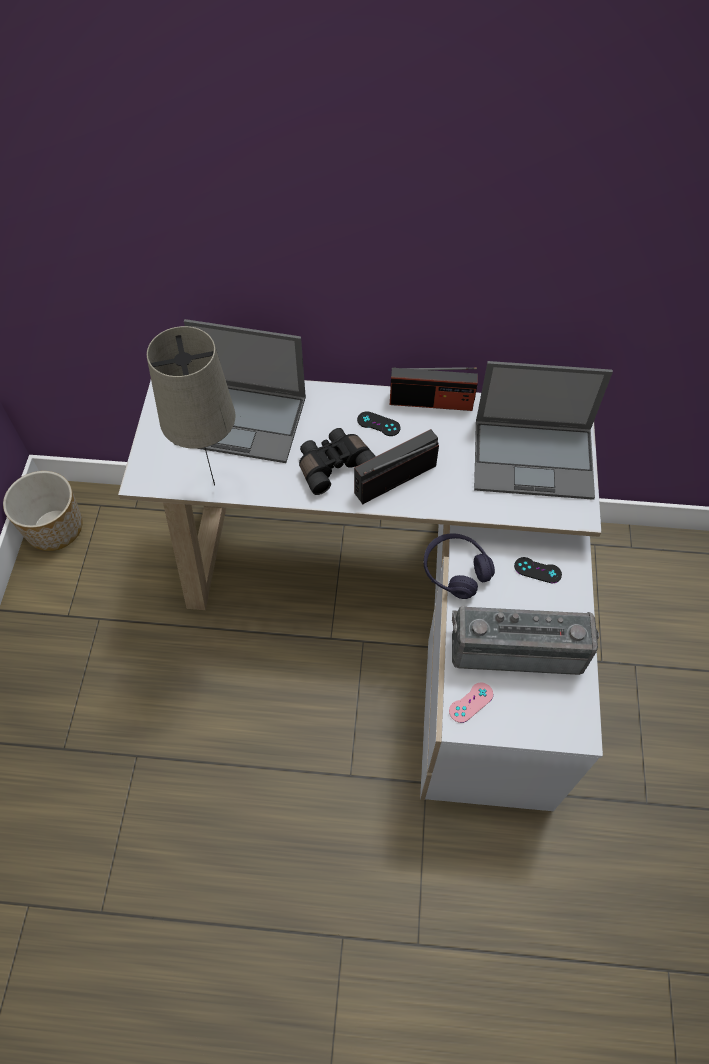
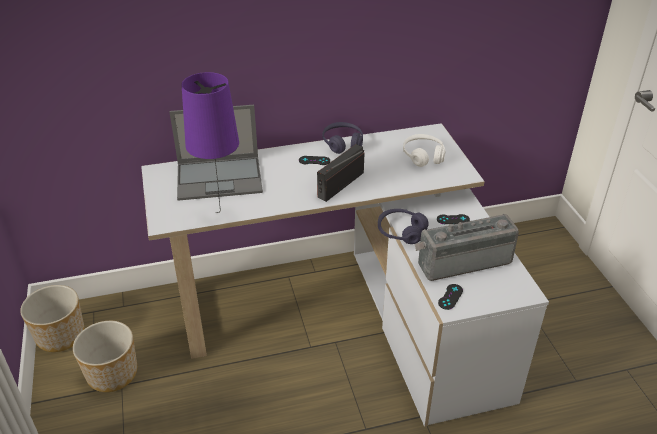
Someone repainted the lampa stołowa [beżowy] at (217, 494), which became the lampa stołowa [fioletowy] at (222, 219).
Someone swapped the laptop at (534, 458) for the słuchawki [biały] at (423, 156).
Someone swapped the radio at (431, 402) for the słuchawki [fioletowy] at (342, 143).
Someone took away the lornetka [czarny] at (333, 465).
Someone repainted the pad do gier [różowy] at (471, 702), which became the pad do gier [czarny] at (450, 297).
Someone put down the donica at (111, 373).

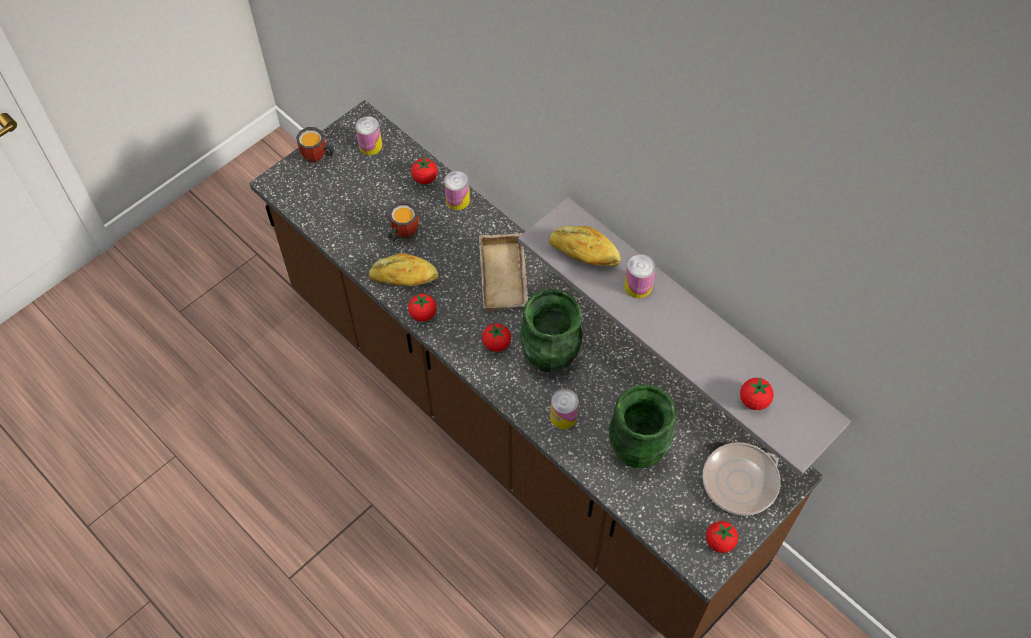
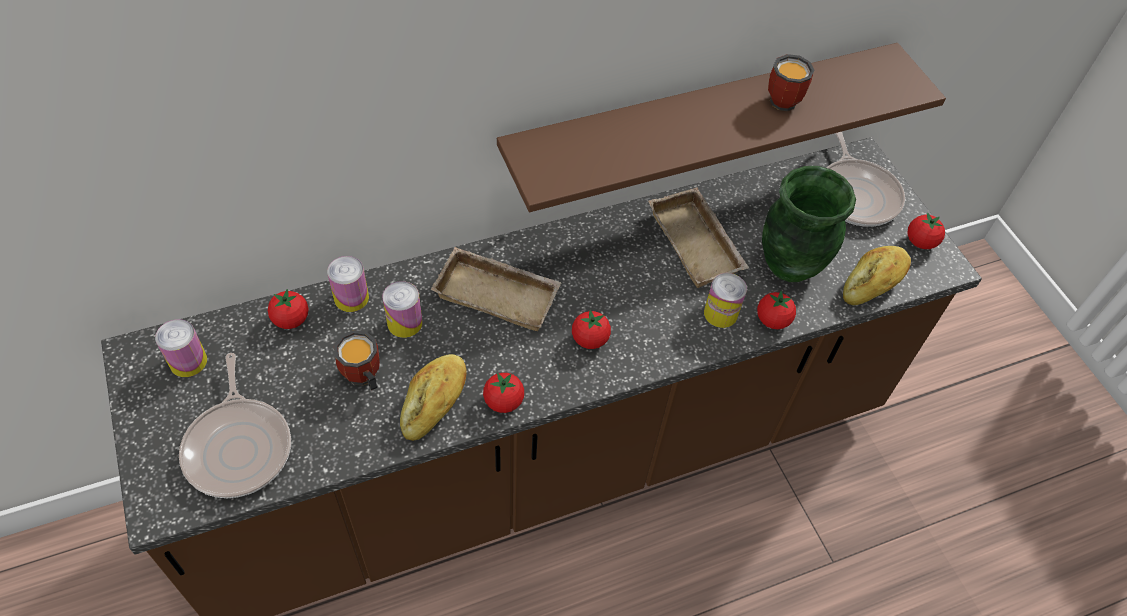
Someone carried the kubek from (317, 158) to (788, 100).
Someone repainted the półka [szary] at (696, 321), which became the półka [brązowy] at (701, 120).
Someone carried the chleb from (584, 253) to (873, 282).
Someone carried the puszka from (638, 286) to (404, 323).
Someone took away the wazon [zielony] at (550, 358).
Someone carried the pomidor from (754, 400) to (772, 320).
Someone put down the taca [beżowy] at (698, 243).
Someone put down the patelnia at (239, 446).

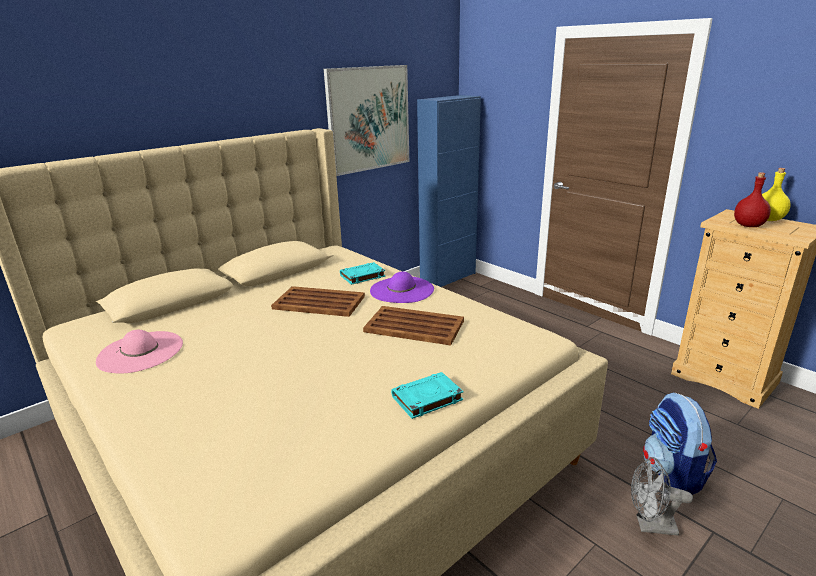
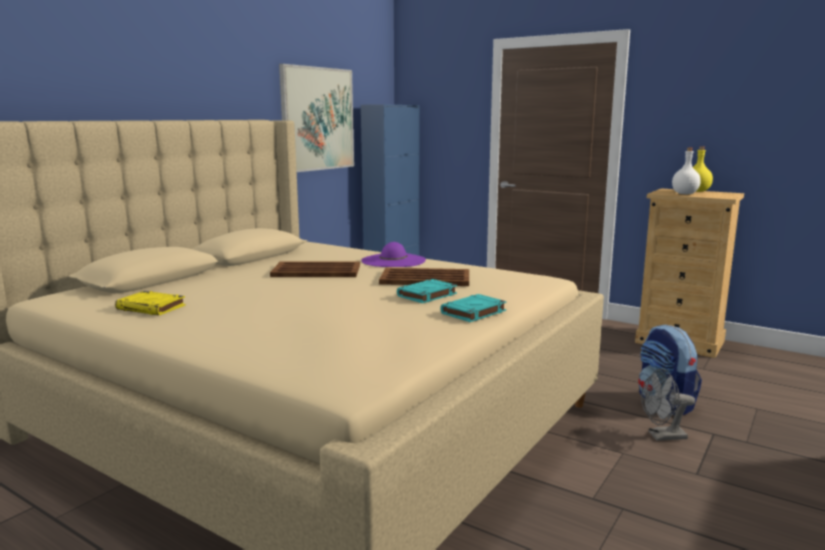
Someone repainted the butelka [czerwony] at (748, 226), which became the butelka [biały] at (684, 194).
Someone carried the książka [turkusowy] from (362, 276) to (427, 295).
Someone swapped the kapelusz [różowy] at (140, 352) for the książka [żółty] at (152, 308).

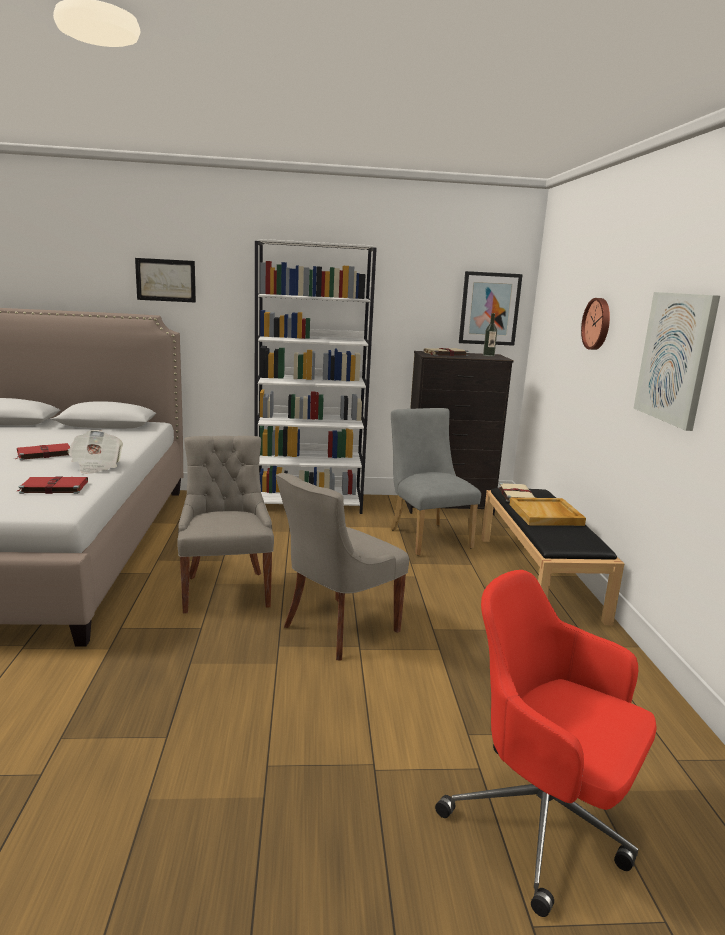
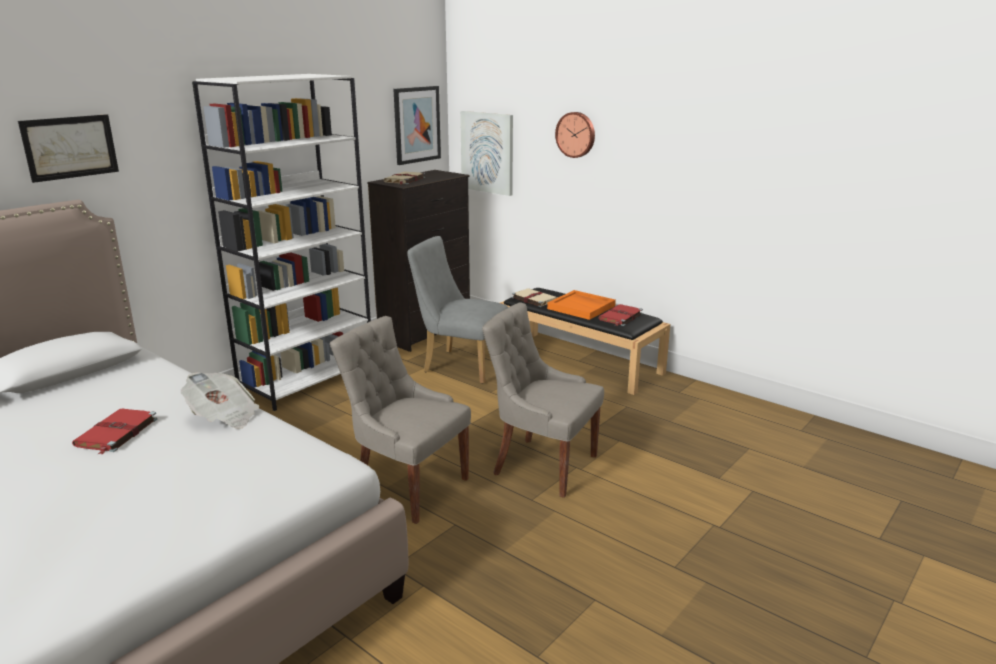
Someone carried the obraz from (675, 358) to (487, 152).
Someone took away the butelka at (488, 355).
Someone rotated the krzesło [szary] at (337, 629) by 120 degrees clockwise.
Someone carried the książka [czerwony] from (53, 487) to (620, 317).
Someone repainted the taca [beżowy] at (546, 515), which became the taca [pomarańczowy] at (582, 307).
Someone took away the krzesło biurowe [czerwony] at (543, 822).

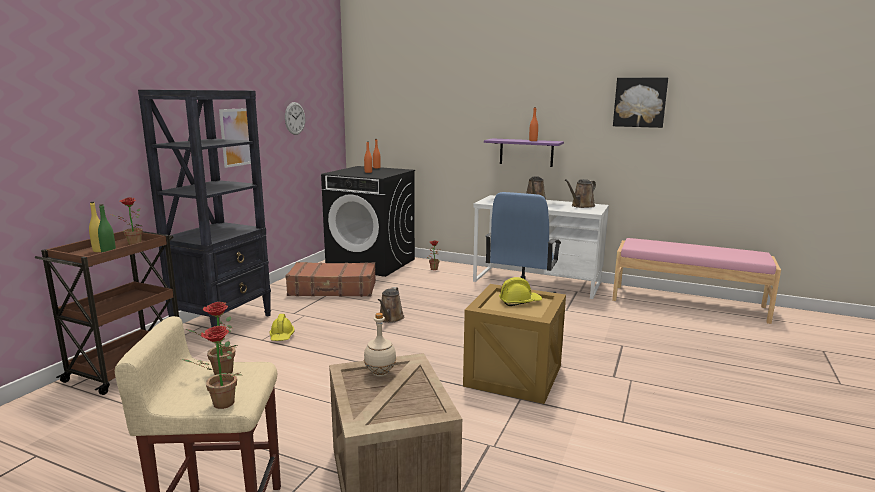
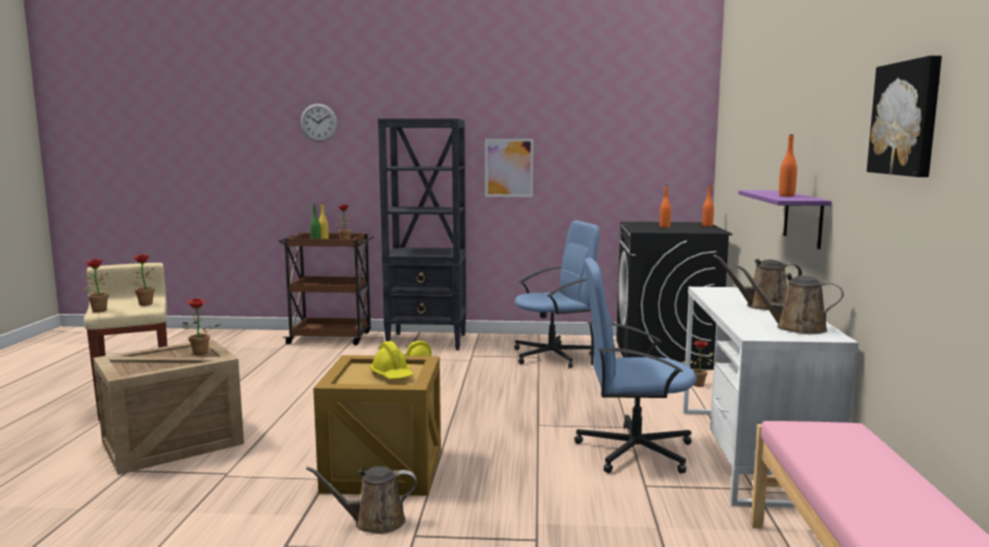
Someone carried the zegar ścienny from (295, 118) to (318, 122).
Someone swapped the walizka [brązowy] at (333, 289) for the krzesło biurowe [niebieski] at (553, 356).
Someone carried the konewka [brązowy] from (390, 318) to (374, 522).
Someone swapped the butelka [beżowy] at (380, 373) for the roślina doniczkowa at (199, 354).

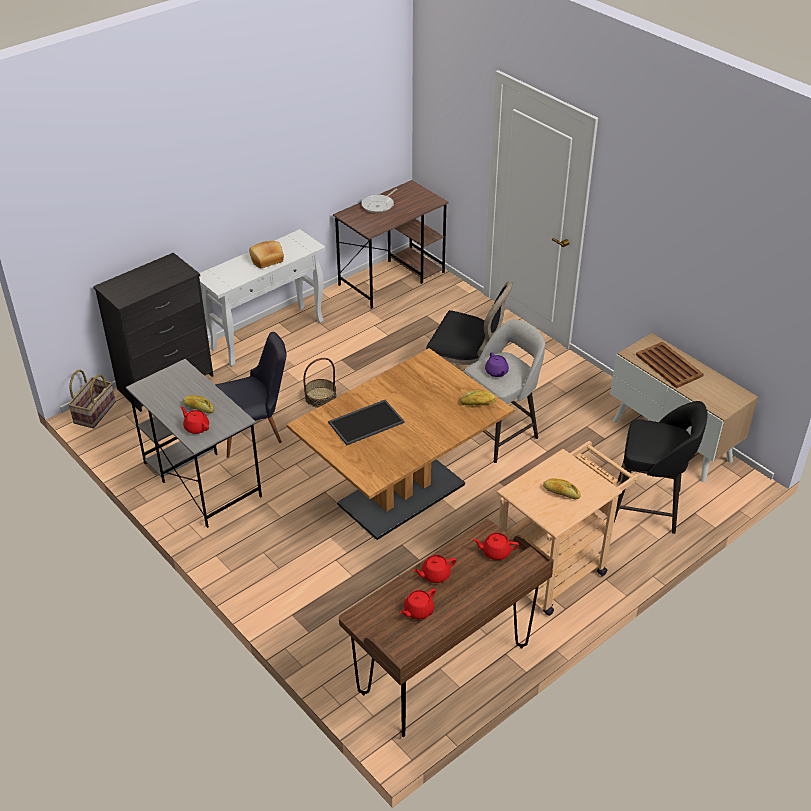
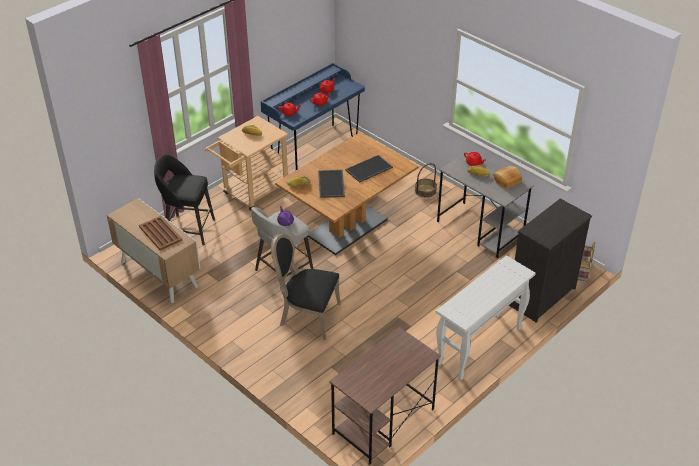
Someone took away the patelnia at (379, 205).
Someone carried the chleb from (267, 260) to (506, 180).
Someone took away the krzesło [czarny] at (255, 432).
Someone carried the koszyk from (320, 397) to (425, 191).
Someone repainted the biurko [brązowy] at (444, 671), which became the biurko [niebieski] at (315, 148).
Someone put down the taca at (332, 184).

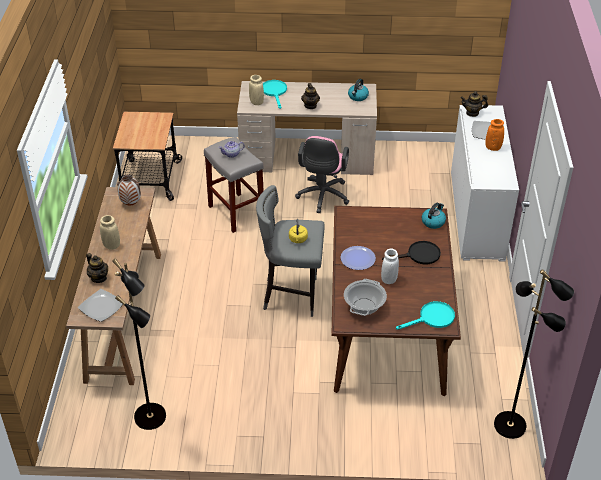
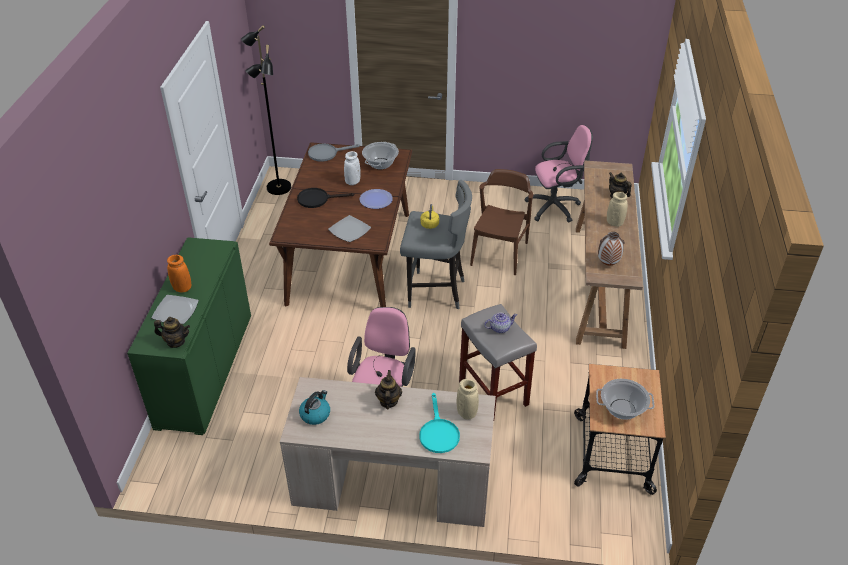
Someone repainted the szafka [biały] at (476, 215), which became the szafka [zielony] at (205, 370).
Someone took away the czajnik at (433, 222).
Someone swapped the lampa stojąca [czarny] at (151, 417) for the krzesło biurowe [różowy] at (556, 207).
Someone carried the talerz from (102, 307) to (349, 230).
Someone repainted the patelnia [turkusowy] at (432, 318), which became the patelnia [szary] at (327, 153).
Someone put down the krzesło [brązowy] at (499, 253).
Someone put down the garnek at (622, 409).

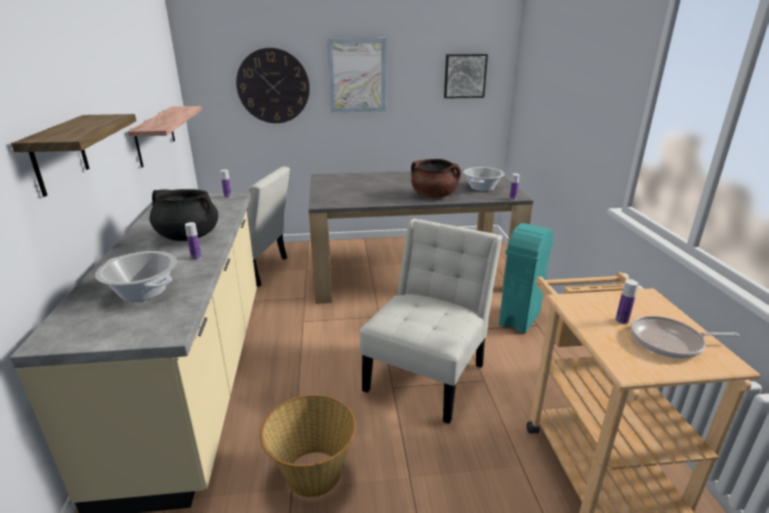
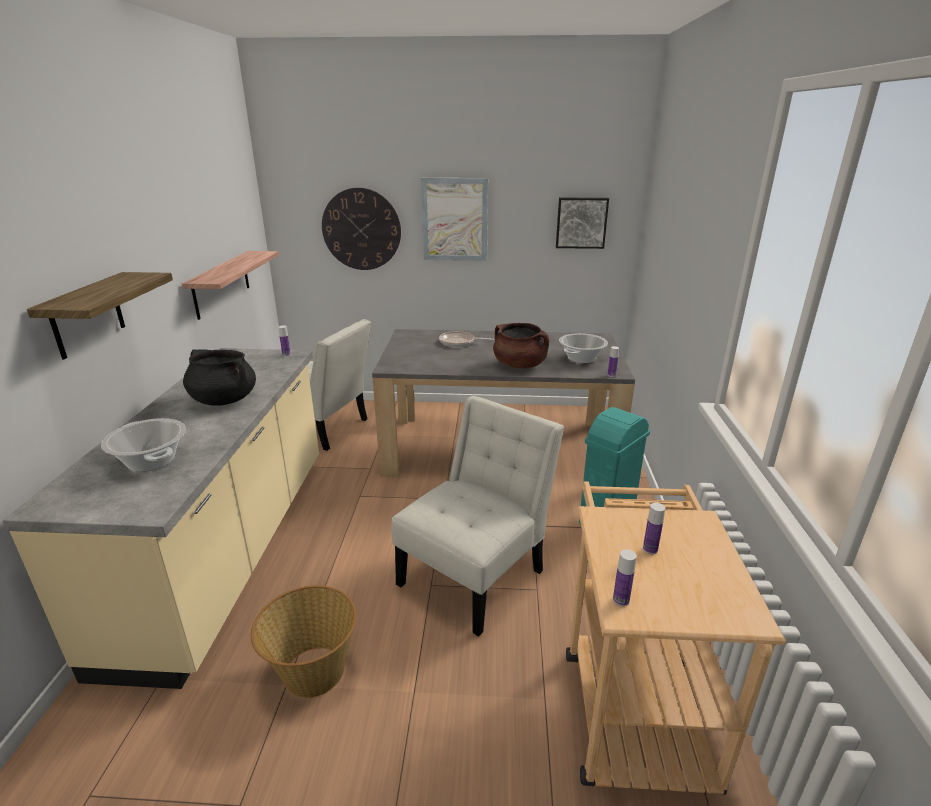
Someone carried the butelka from (196, 257) to (621, 600).
Someone carried the patelnia from (670, 342) to (459, 342).

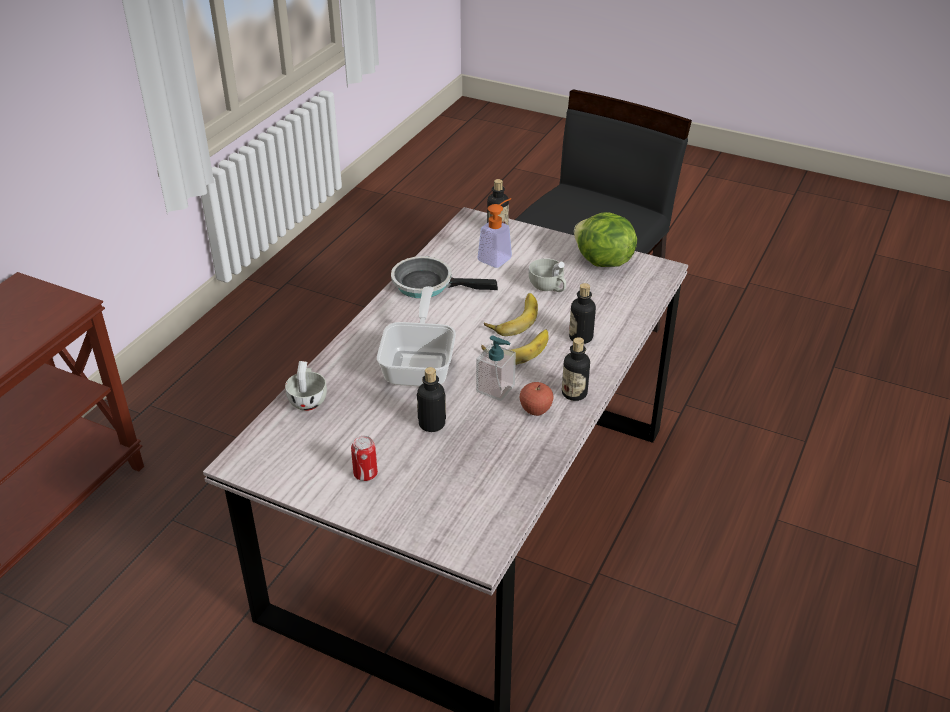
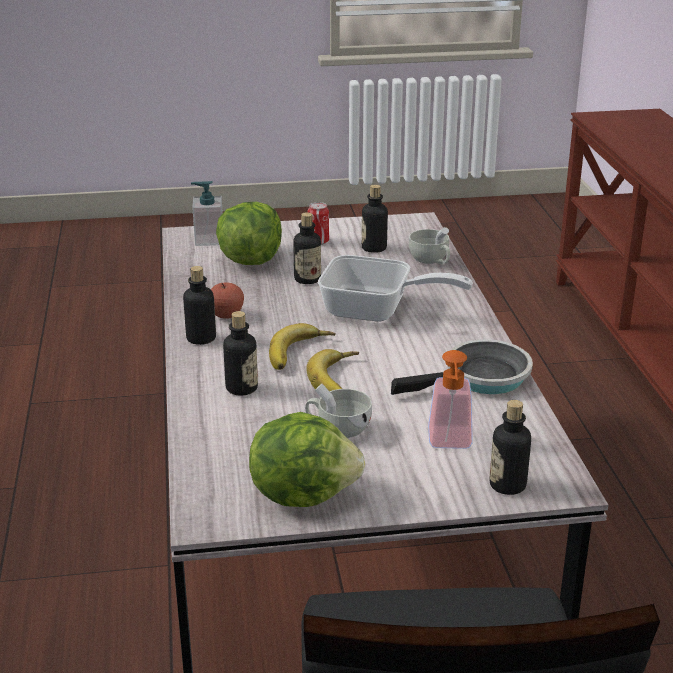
Someone rotated the patelnia at (420, 364) by 45 degrees counterclockwise.
Someone carried the dozownik mydła from (495, 388) to (209, 240).
Someone put down the butelka at (374, 248).
Someone put down the sałata at (250, 260).

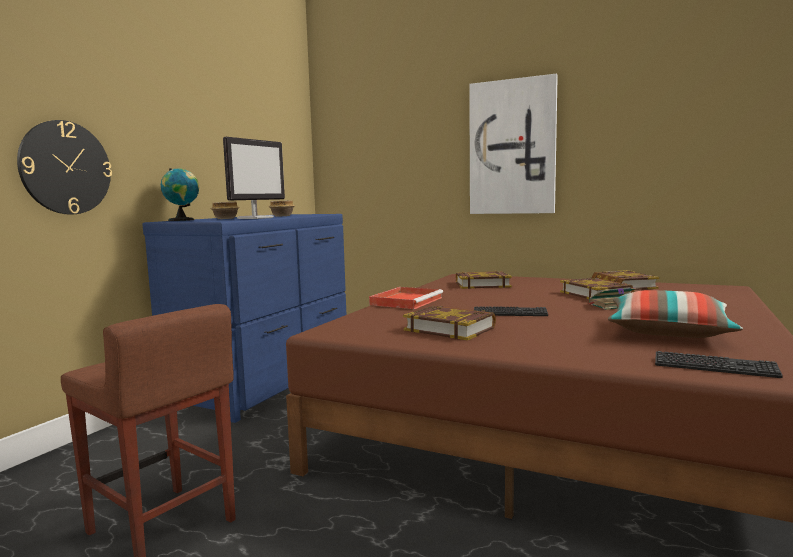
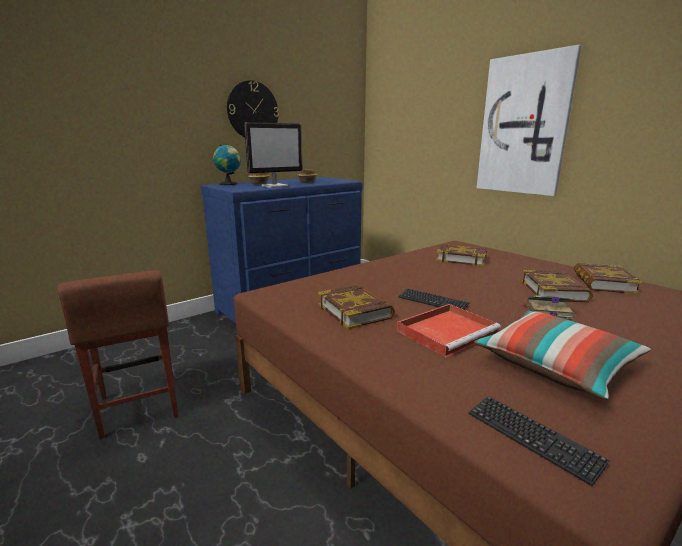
Someone carried the zegar ścienny from (66, 168) to (253, 111).
Someone carried the taca [czerwony] from (406, 301) to (448, 331).

